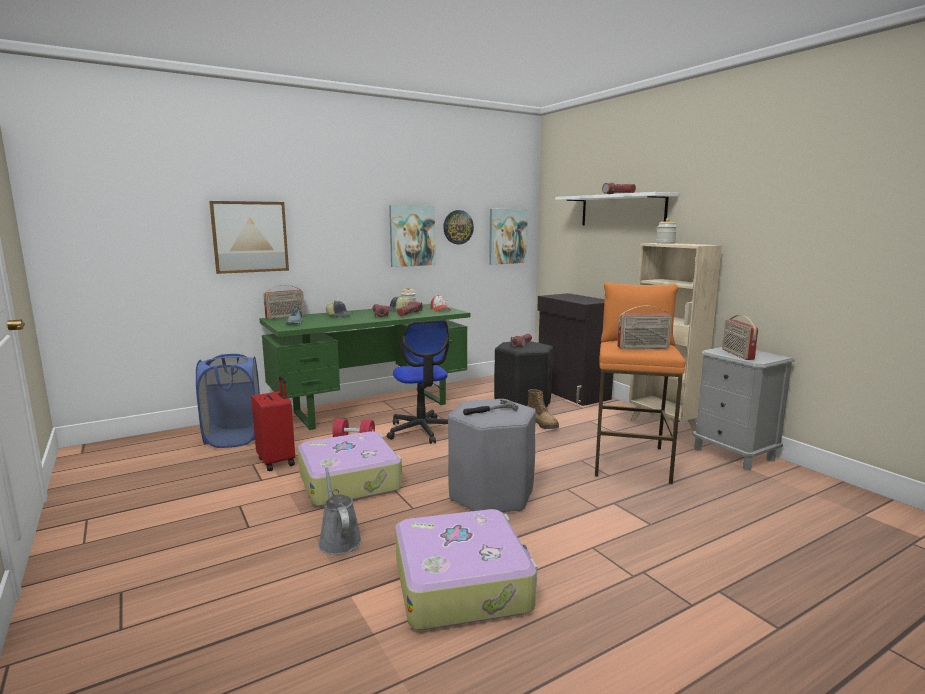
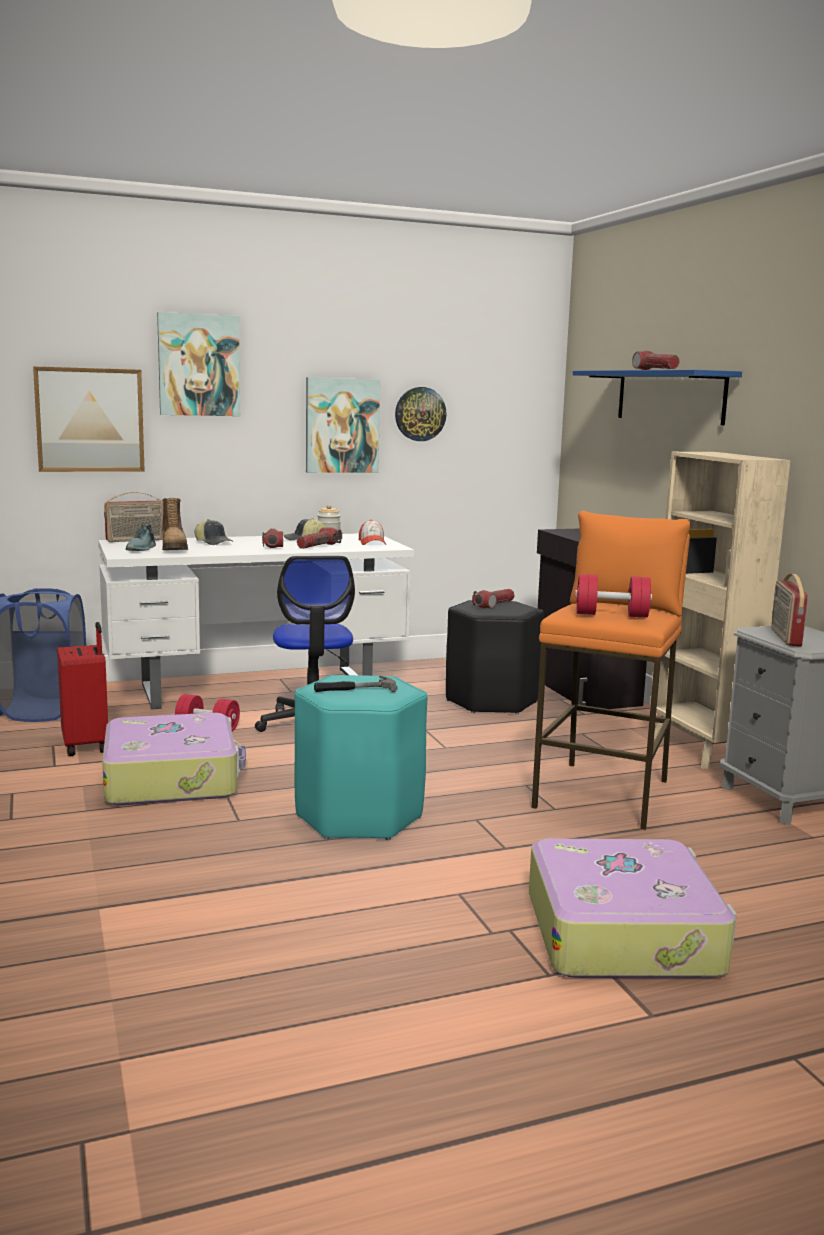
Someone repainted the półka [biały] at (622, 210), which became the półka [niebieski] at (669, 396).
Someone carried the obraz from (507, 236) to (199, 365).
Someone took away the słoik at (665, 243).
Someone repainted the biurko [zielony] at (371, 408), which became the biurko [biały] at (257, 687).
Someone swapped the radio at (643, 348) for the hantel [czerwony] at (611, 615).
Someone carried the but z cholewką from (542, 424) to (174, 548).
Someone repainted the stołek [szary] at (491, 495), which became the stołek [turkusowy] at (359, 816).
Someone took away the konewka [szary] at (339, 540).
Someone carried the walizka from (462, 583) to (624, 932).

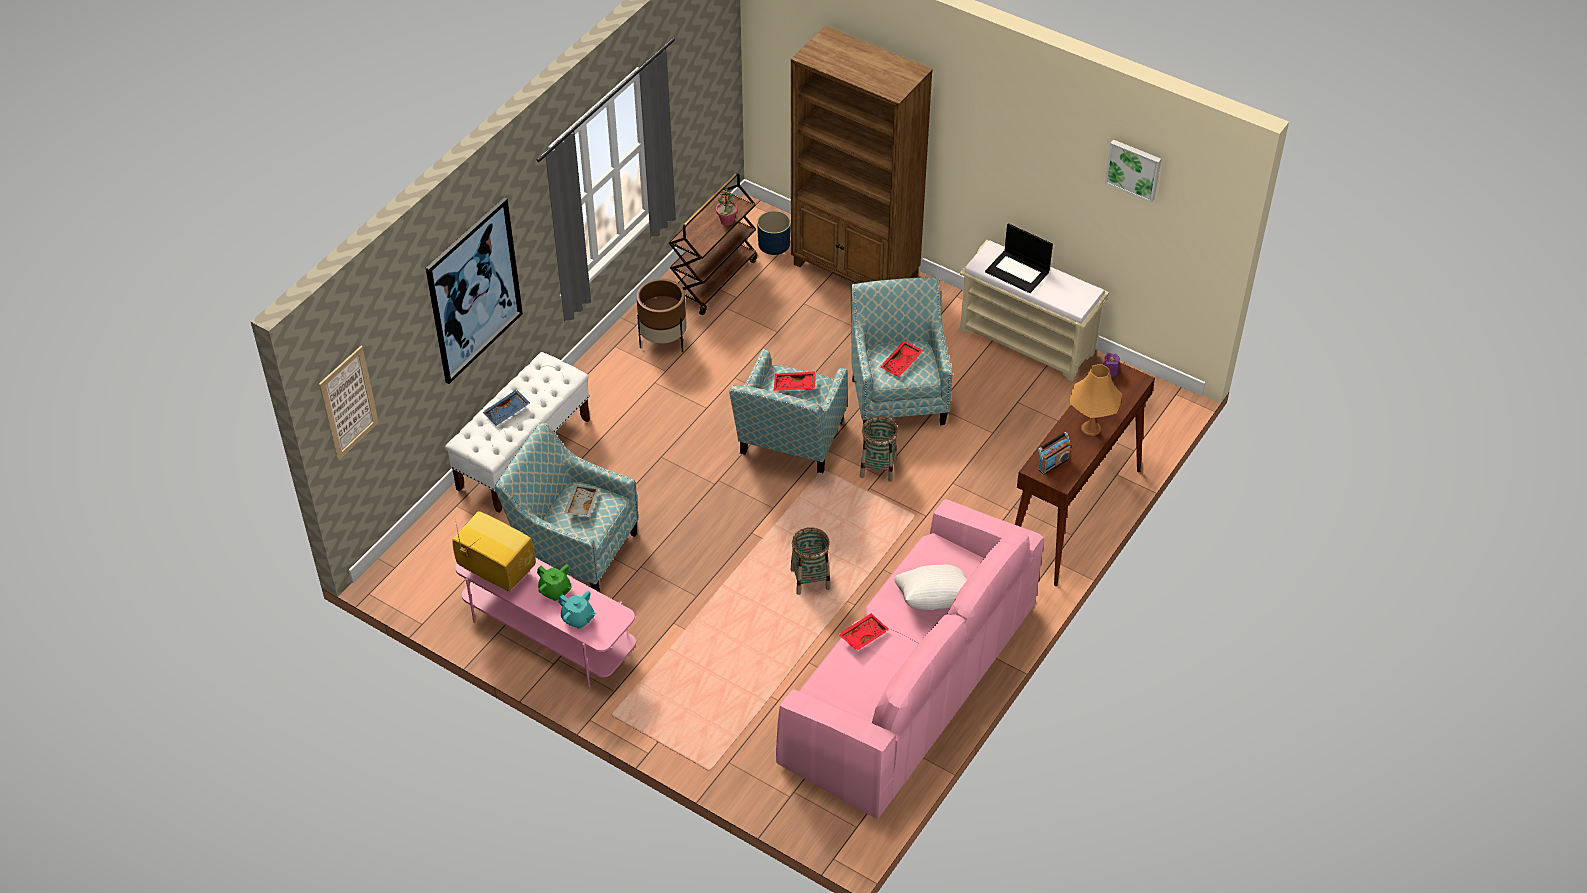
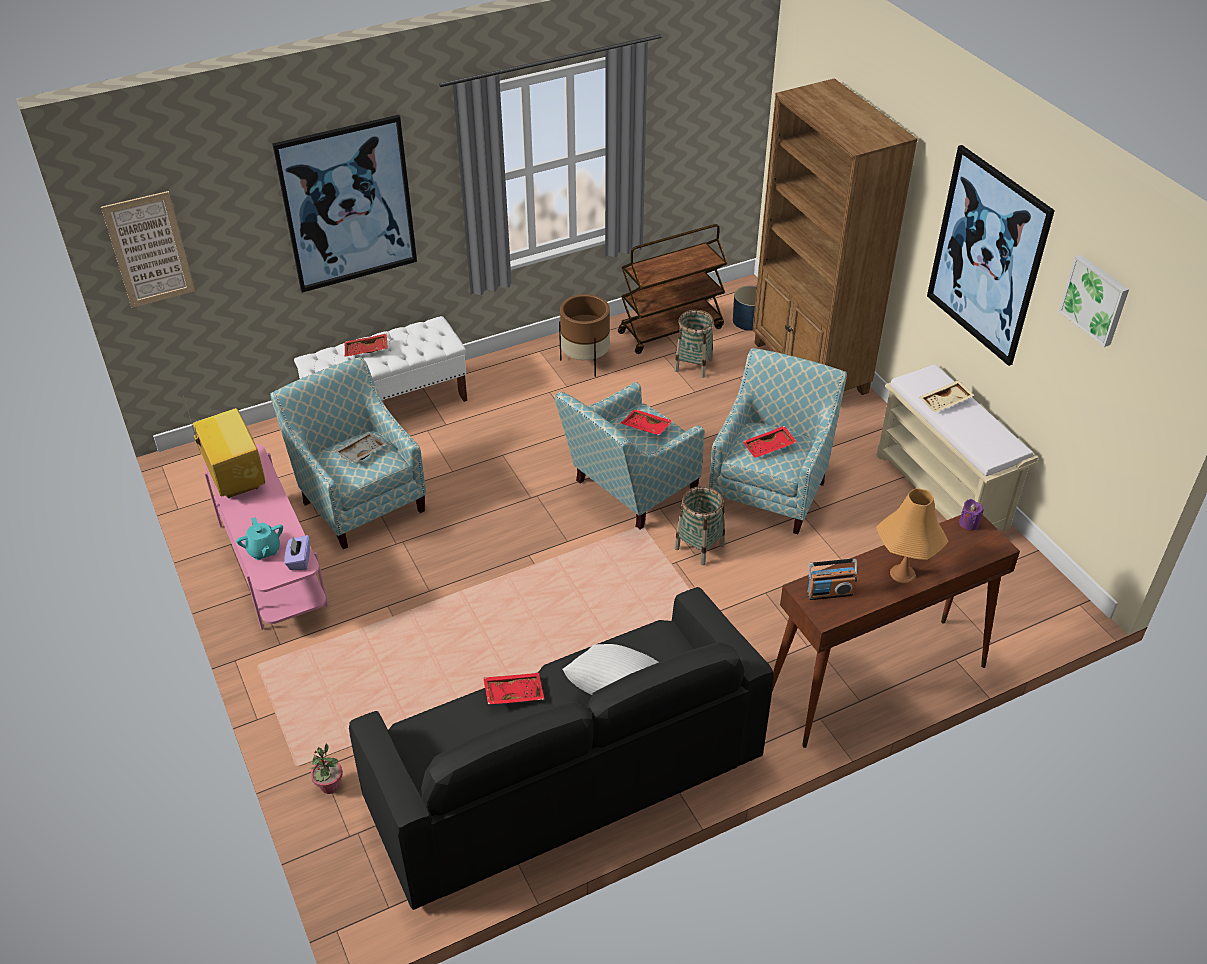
Someone carried the roślina doniczkowa from (727, 221) to (329, 786).
Someone swapped the laptop at (1018, 271) for the taca [beżowy] at (946, 402).
Someone repainted the taca [niebieski] at (507, 412), which became the taca [czerwony] at (366, 350).
Someone repainted the kanapa [różowy] at (909, 685), which became the kanapa [czarny] at (564, 778).
Someone carried the koszyk from (810, 579) to (693, 365).
Someone took away the imbryk [zielony] at (555, 591).
Someone put up the obraz at (987, 256).
Someone put down the pudełko chusteczek [fioletowy] at (299, 560).

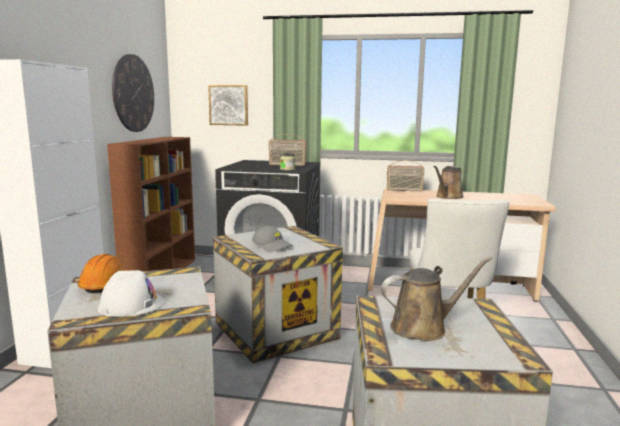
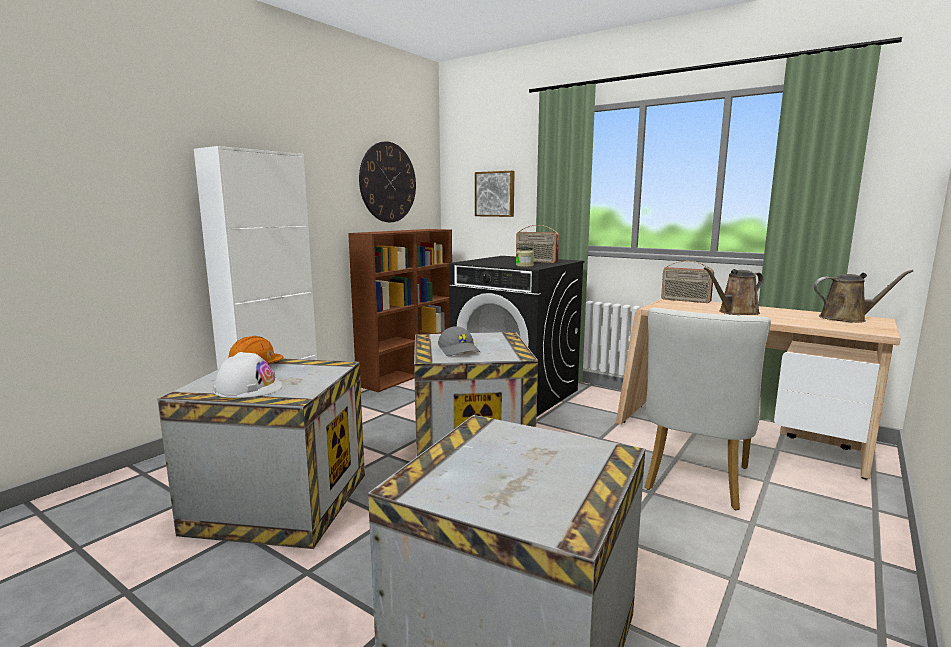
Someone carried the konewka [brązowy] from (423, 328) to (847, 318).

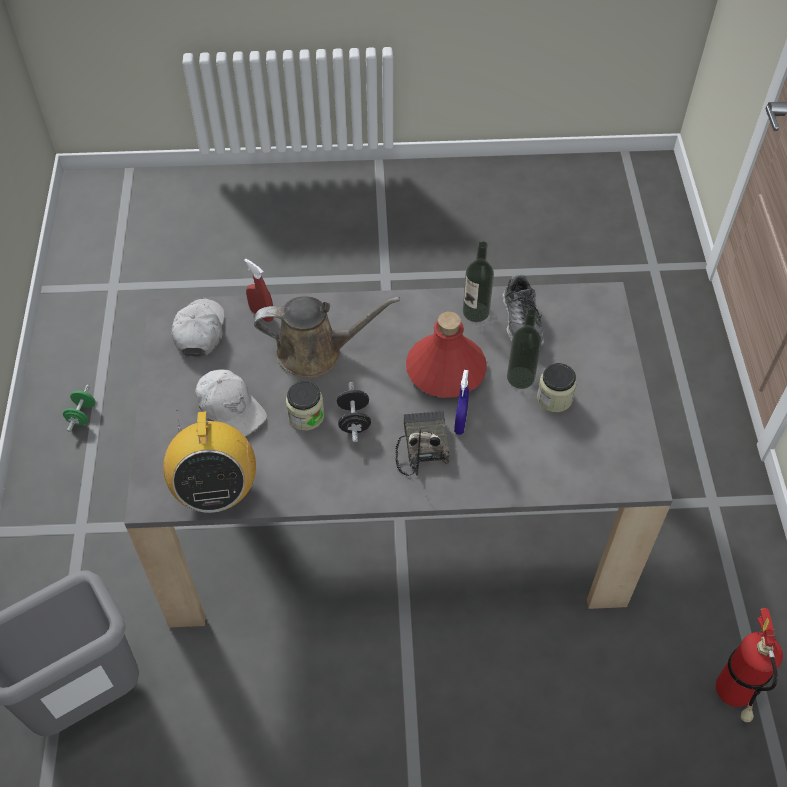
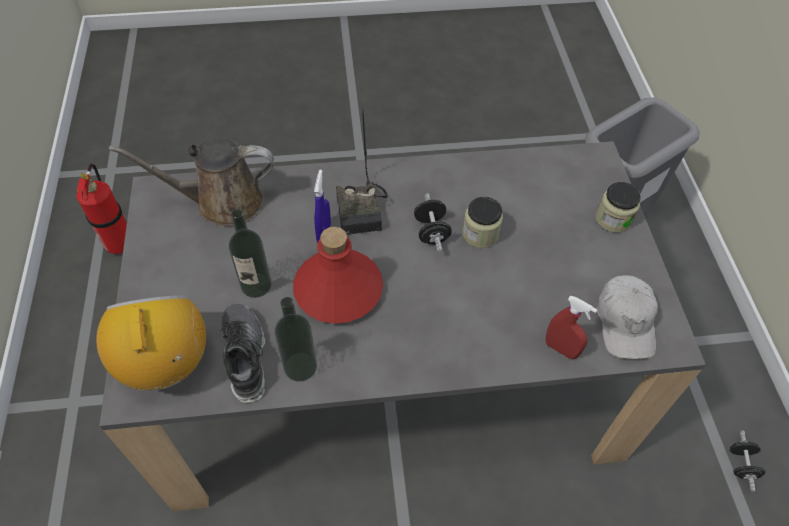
Someone carried the konewka [brązowy] from (316, 352) to (222, 202).
Someone carried the słoik from (554, 398) to (613, 219).
Someone took away the czapka z daszkiem [biały] at (231, 408).
Someone repainted the hantel [zielony] at (82, 415), which became the hantel [czarny] at (741, 465).
Someone carried the radio from (216, 491) to (167, 364).

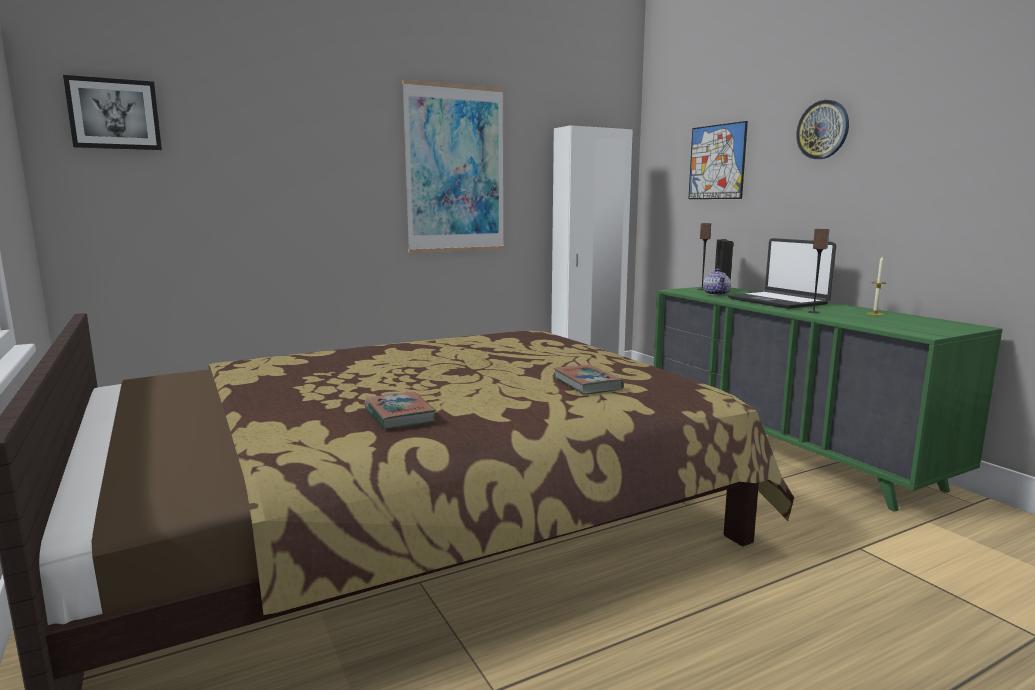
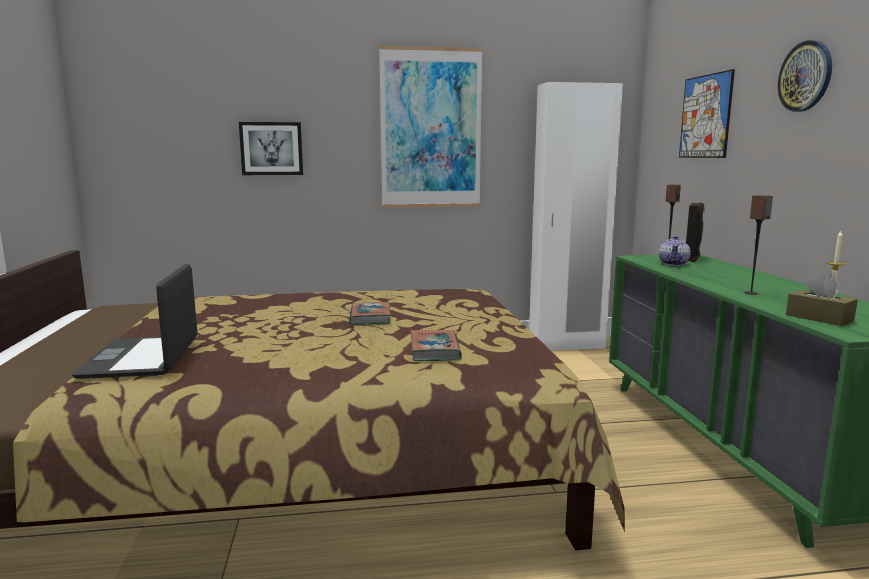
Someone carried the obraz from (114, 114) to (271, 148).
Someone carried the laptop from (778, 301) to (143, 358).
Someone carried the książka from (399, 416) to (370, 317).
Someone put down the pudełko chusteczek [brązowy] at (819, 318).

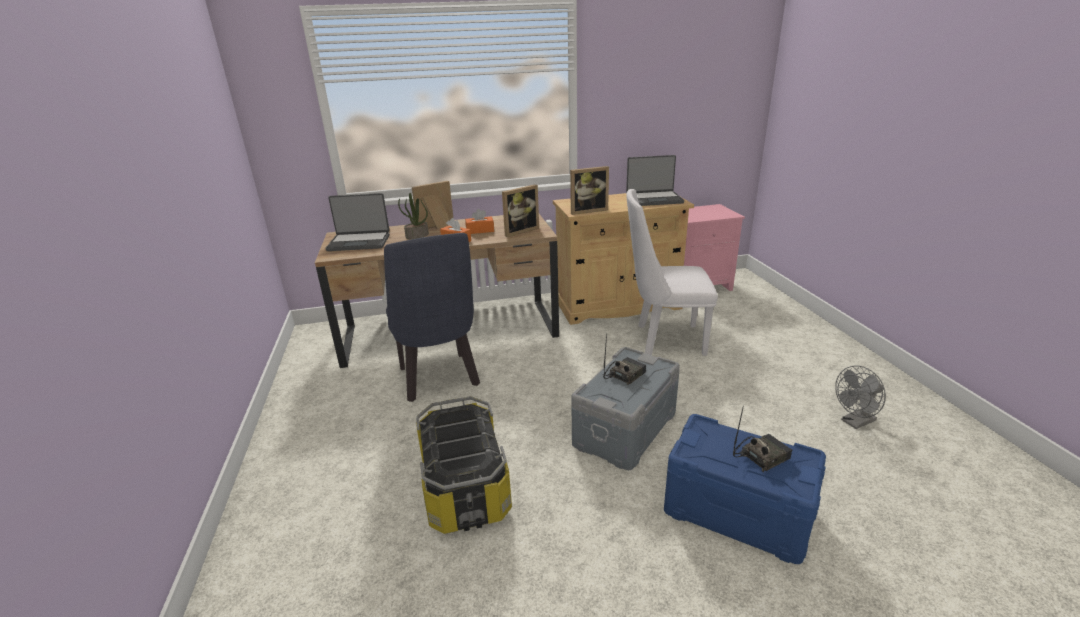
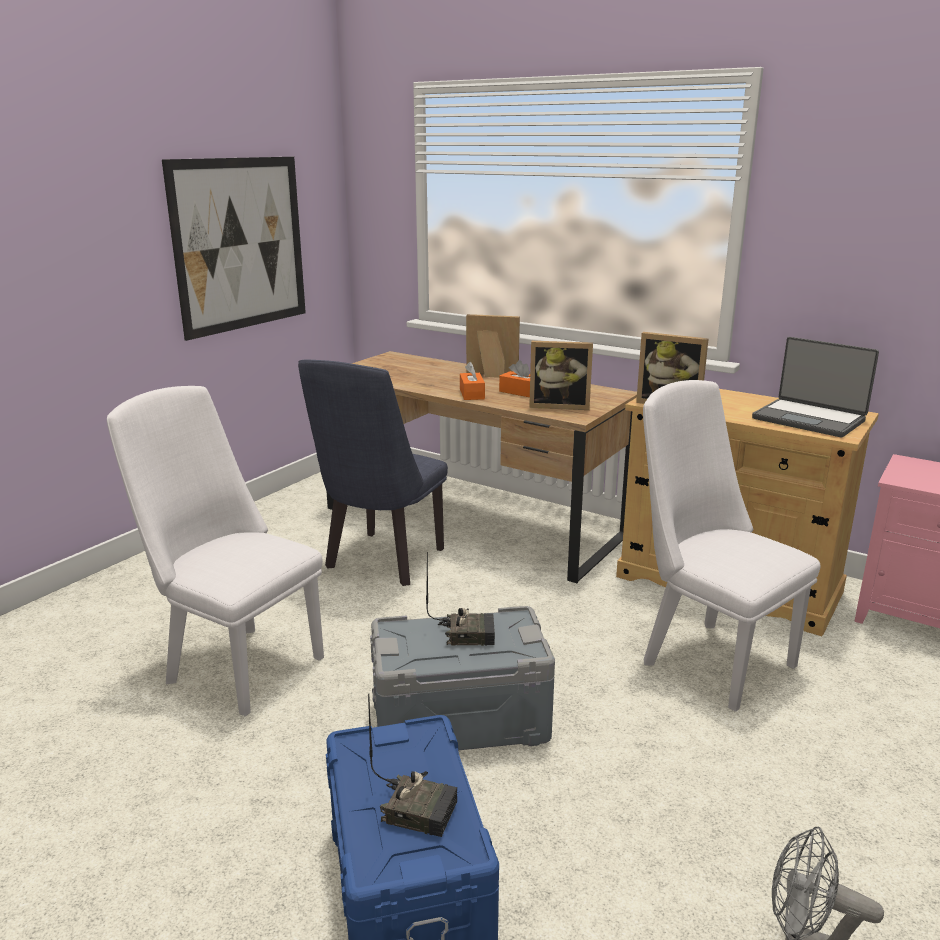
Someone took away the laptop at (359, 242).
Someone took away the roślina doniczkowa at (417, 236).
Someone swapped the pojemnik do przechowywania at (464, 486) for the krzesło [biały] at (236, 665).
Someone put up the obraz at (240, 244).

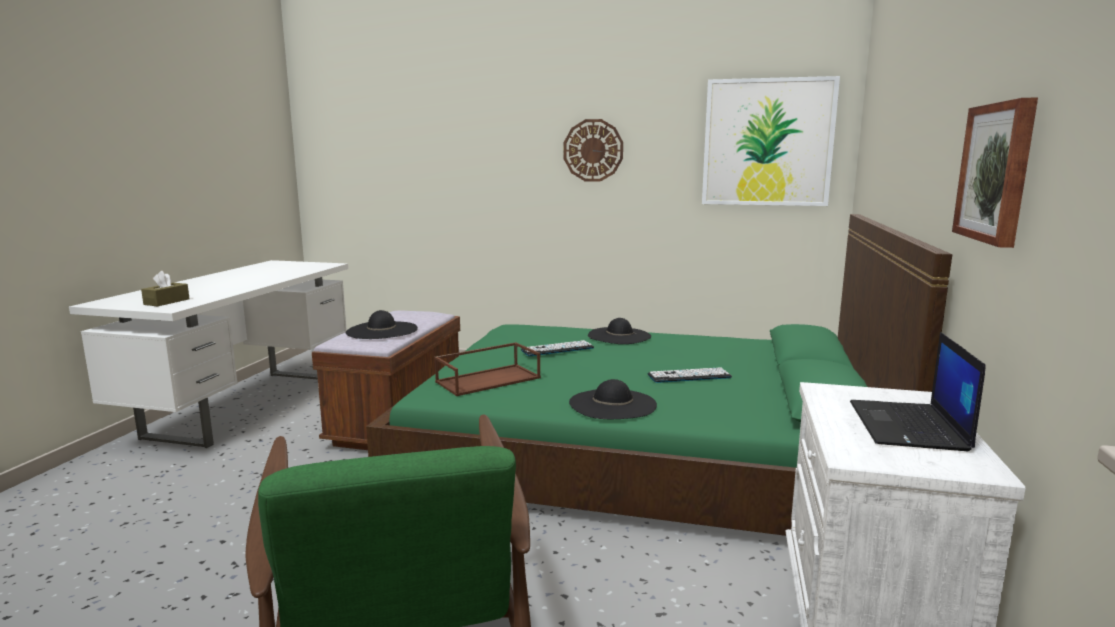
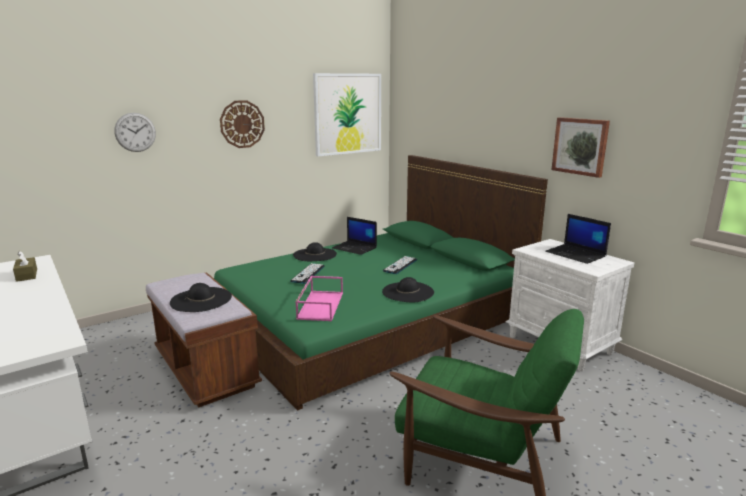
Someone carried the pudełko chusteczek [brązowy] from (167, 302) to (26, 275).
Someone repainted the taca [brązowy] at (488, 379), which became the taca [różowy] at (320, 305).
Someone put up the zegar ścienny at (135, 132).
Someone put down the laptop at (355, 248).

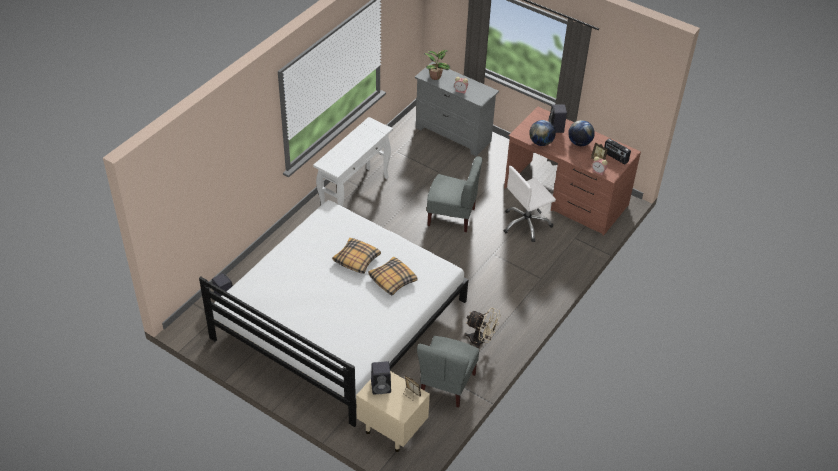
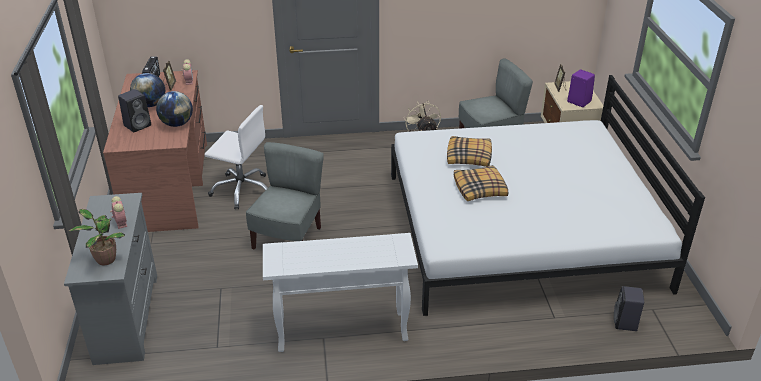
Someone rotated the krzesło [szary] at (452, 216) by 45 degrees clockwise.
Someone repainted the głośnik [czarny] at (381, 387), which became the głośnik [fioletowy] at (578, 101).

